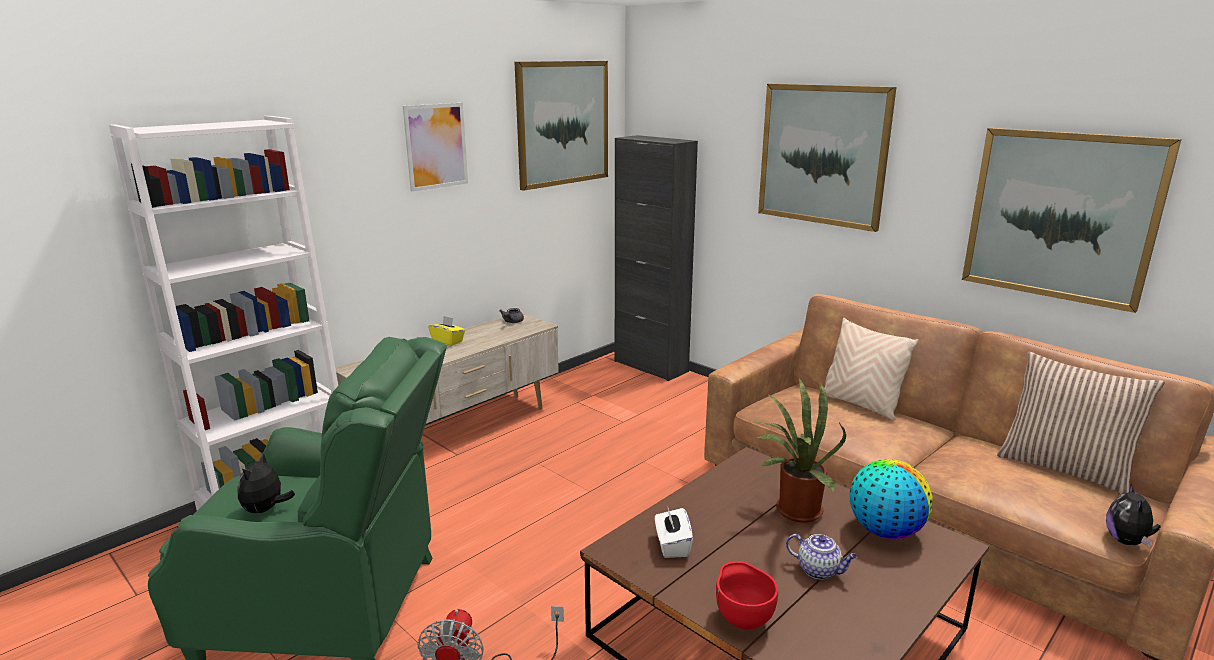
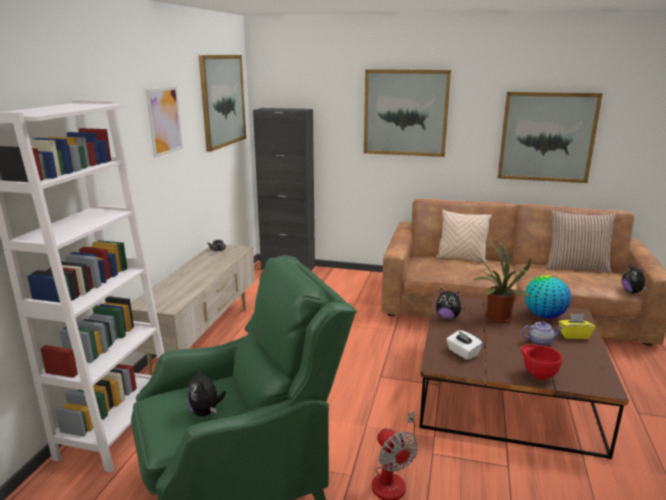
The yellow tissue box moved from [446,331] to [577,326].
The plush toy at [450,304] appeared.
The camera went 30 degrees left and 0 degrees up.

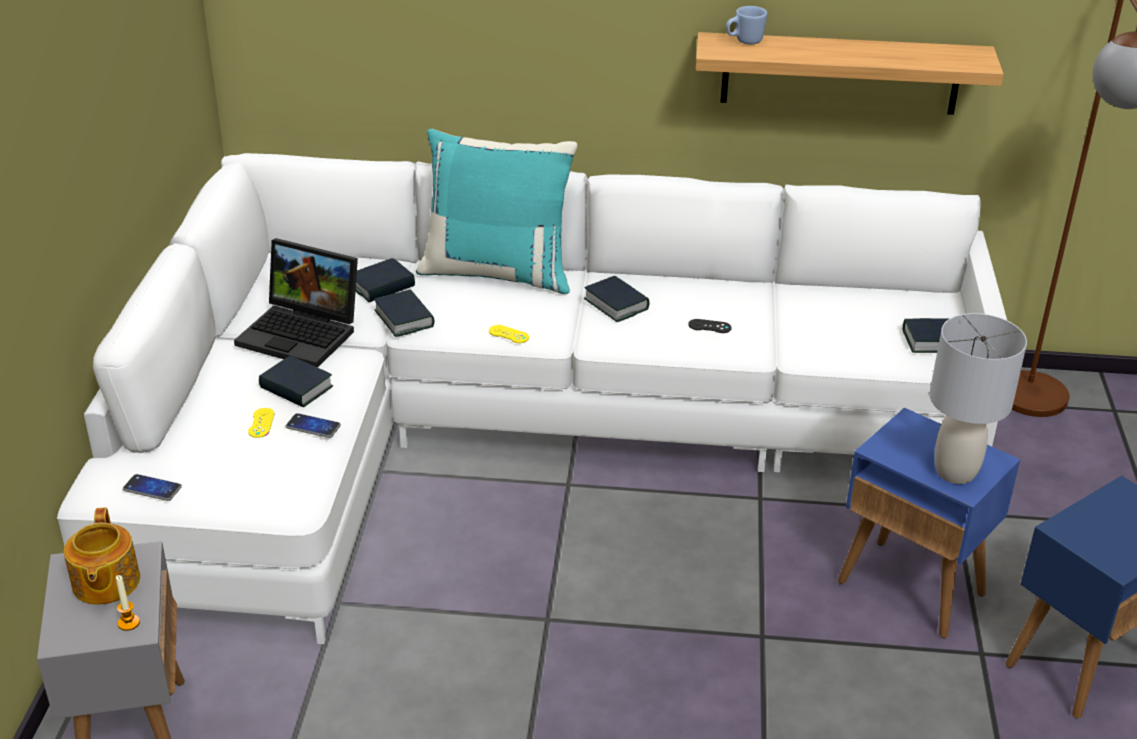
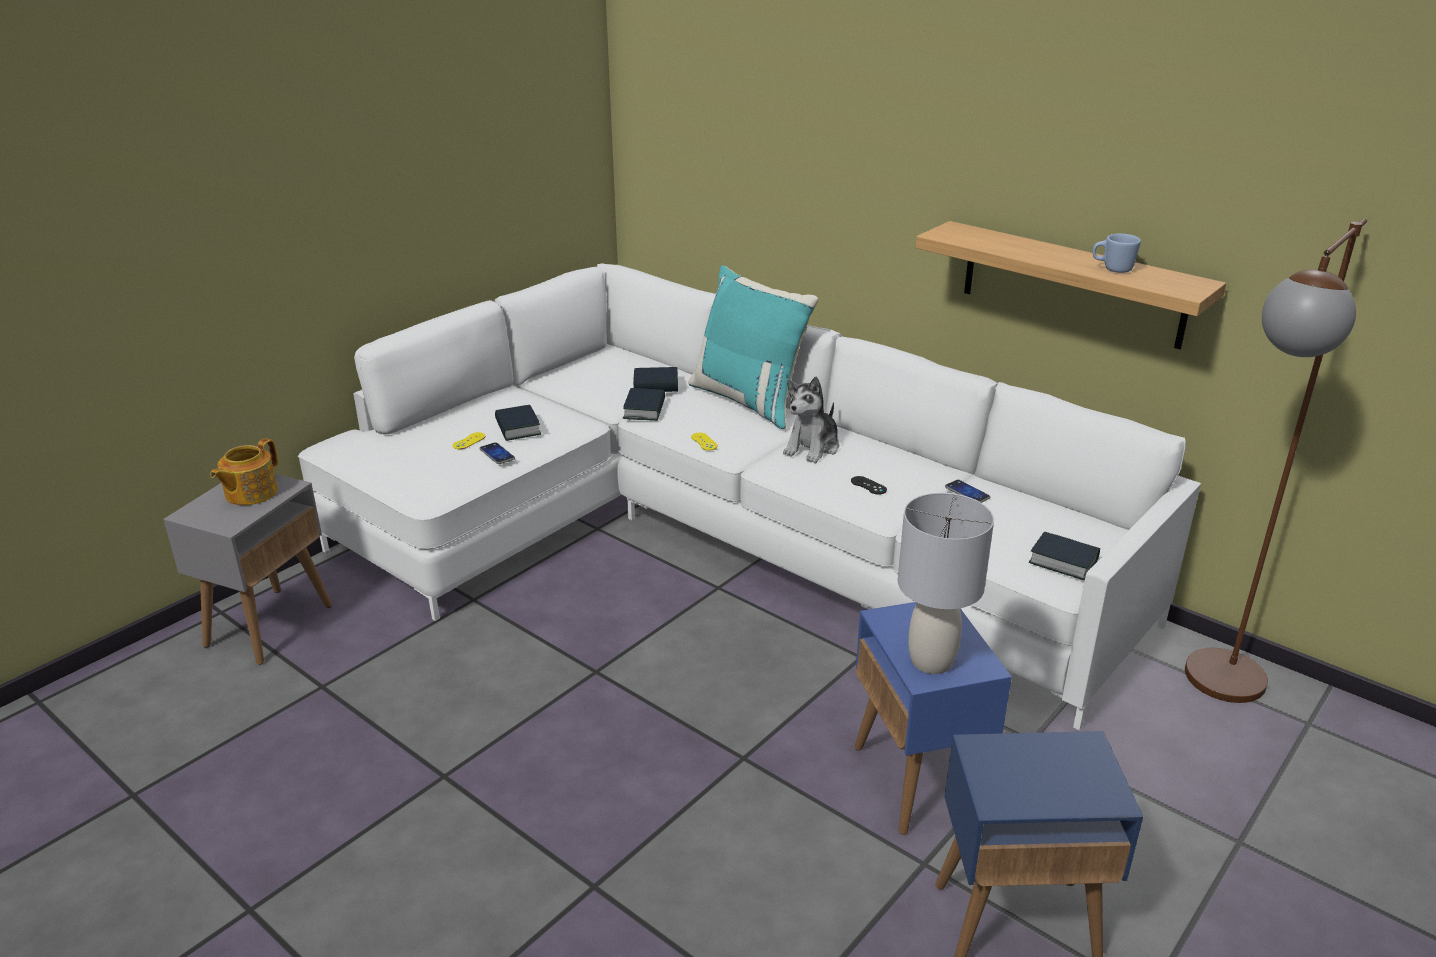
The blue mug moved from [746,25] to [1117,253].
The laptop at [296,302] disappeared.
The book at [616,299] was replaced by the plush toy at [811,419].
The phone moved from [152,487] to [968,491].
The candle at [128,603] disappeared.
The camera went 35 degrees right and 5 degrees down.

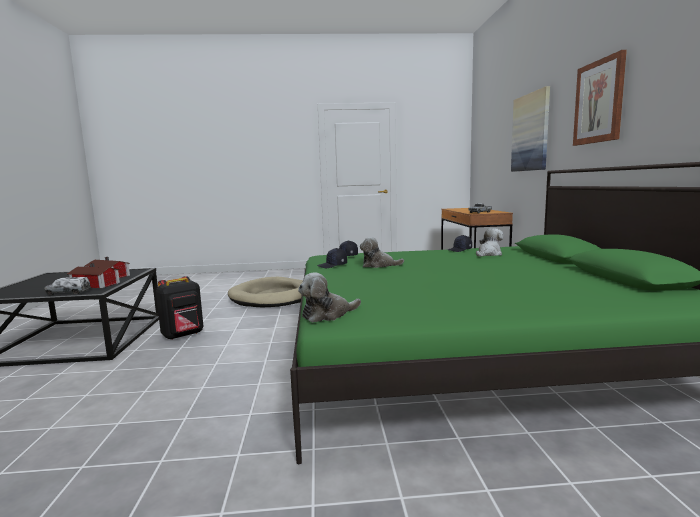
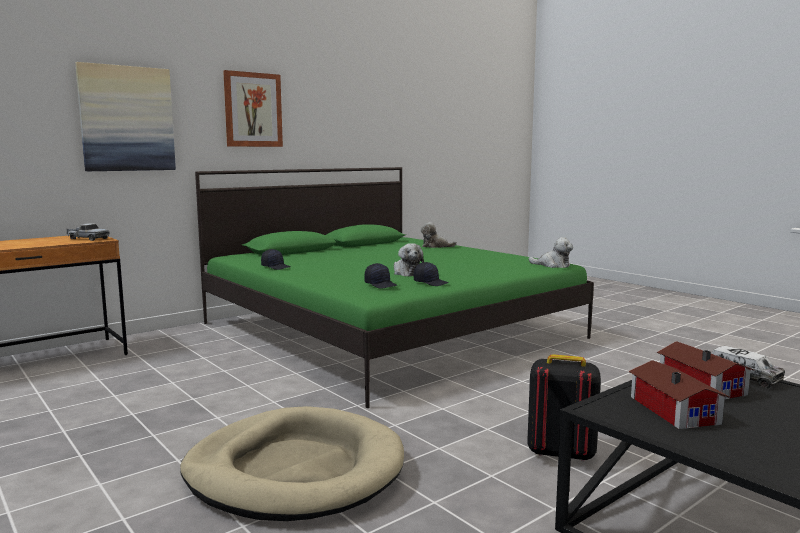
The plush toy moved from [489,242] to [439,235].
The camera went 125 degrees left and 0 degrees up.

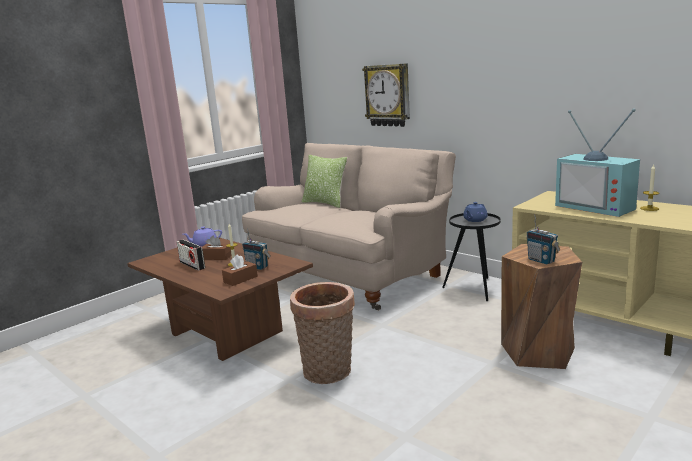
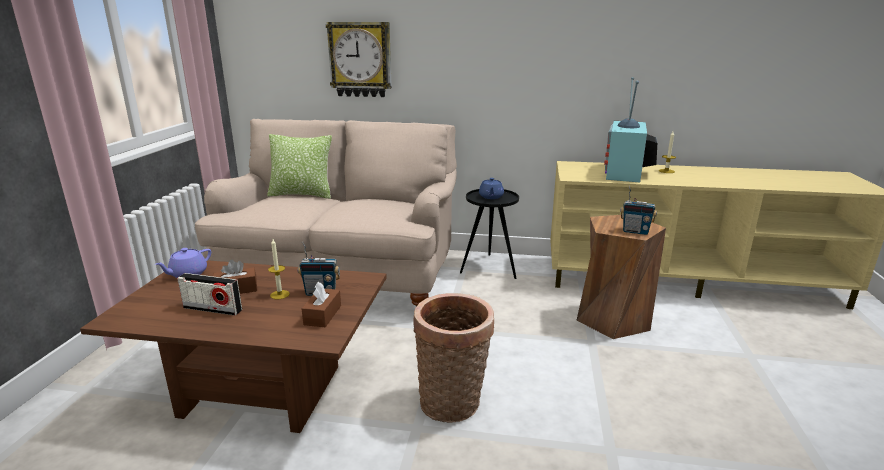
The television at [597,163] turned 90 degrees clockwise.
The camera went 35 degrees left and 5 degrees up.

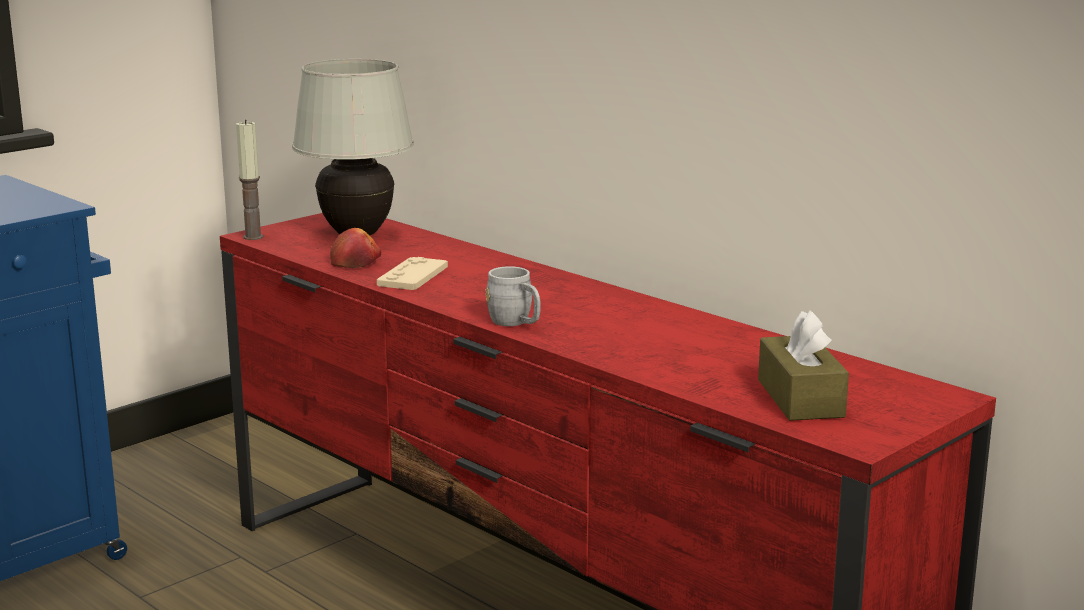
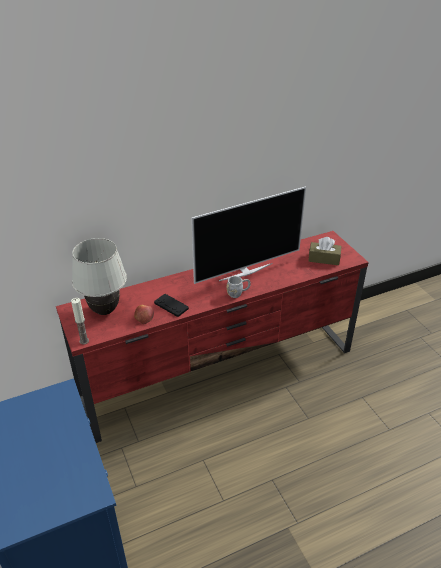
The beige game controller at [412,273] became the black game controller at [171,305].
The television at [248,235] appeared.
The camera went 70 degrees left and 20 degrees up.

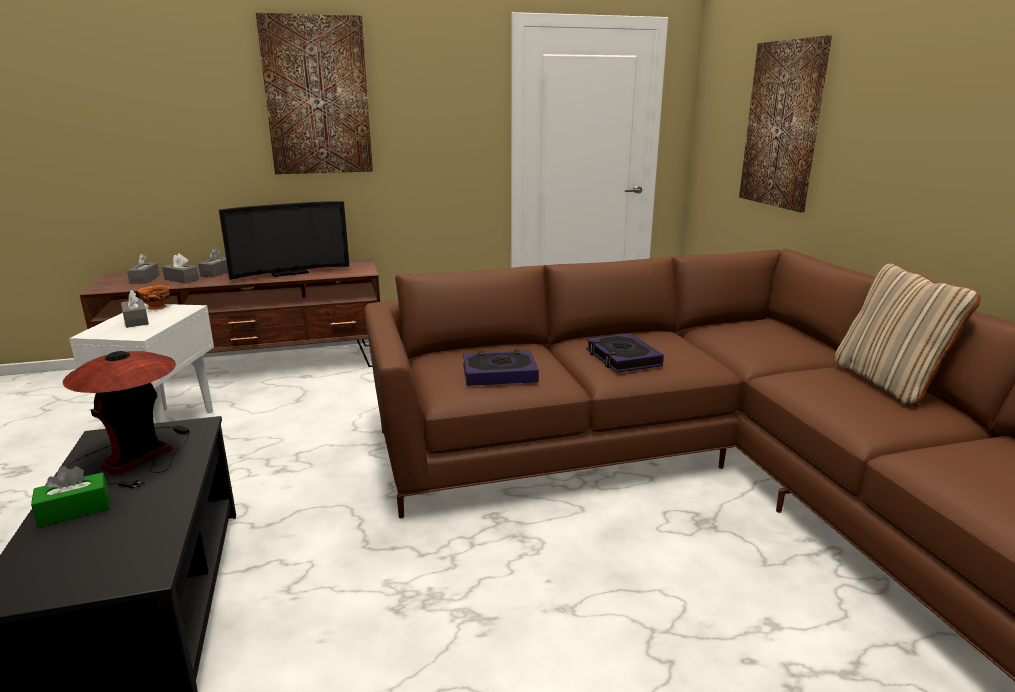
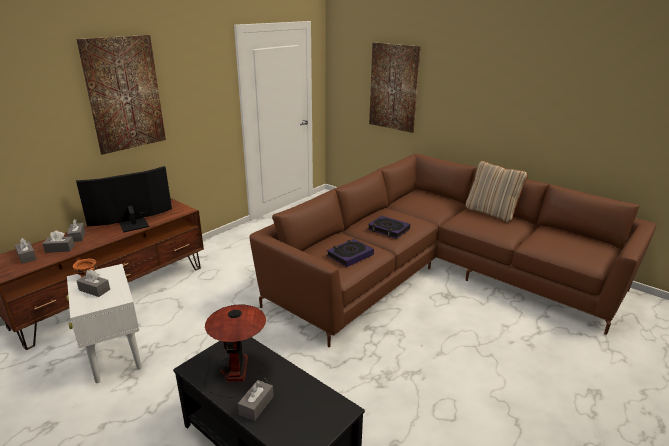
The television at [284,240] turned 150 degrees counterclockwise.
The green tissue box at [70,496] became the grey tissue box at [256,400].
The camera went 35 degrees left and 5 degrees up.

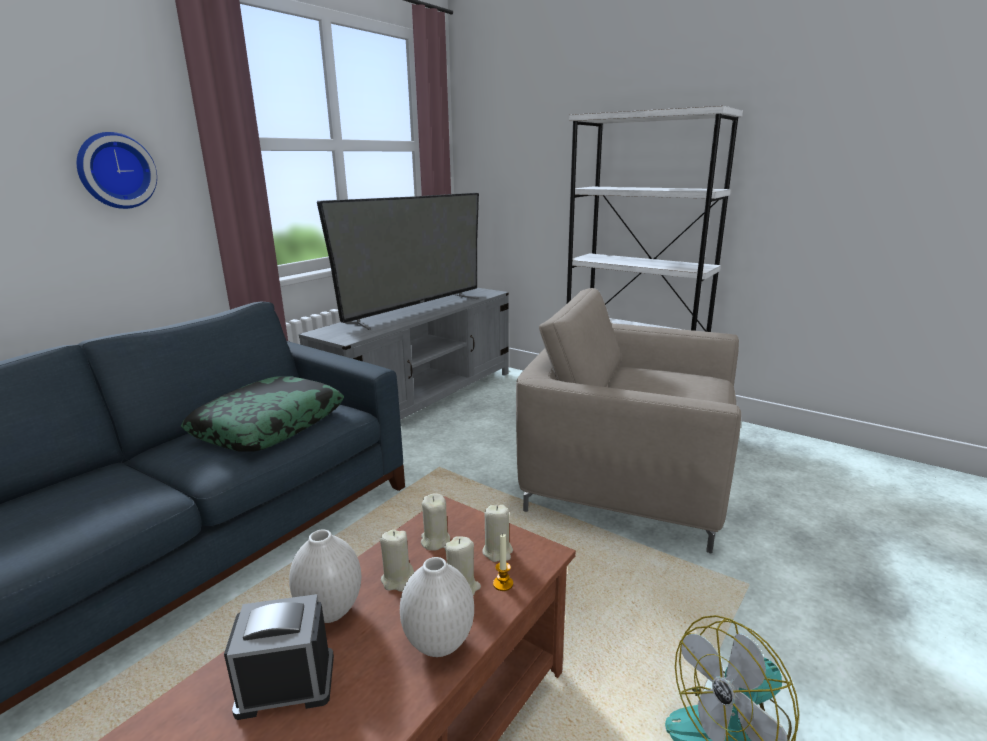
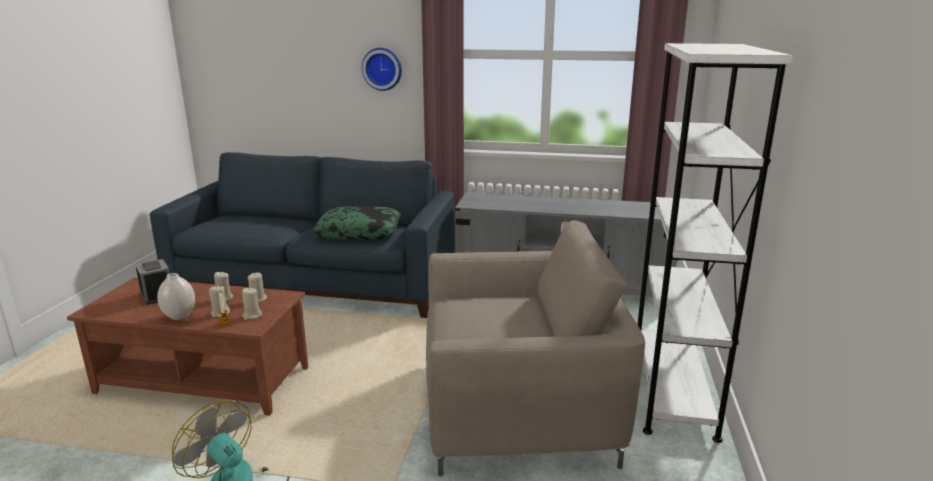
The television at [398,261] disappeared.
The beige armchair at [628,420] turned 90 degrees clockwise.
The white vase at [325,576] disappeared.
The camera went 65 degrees right and 0 degrees up.

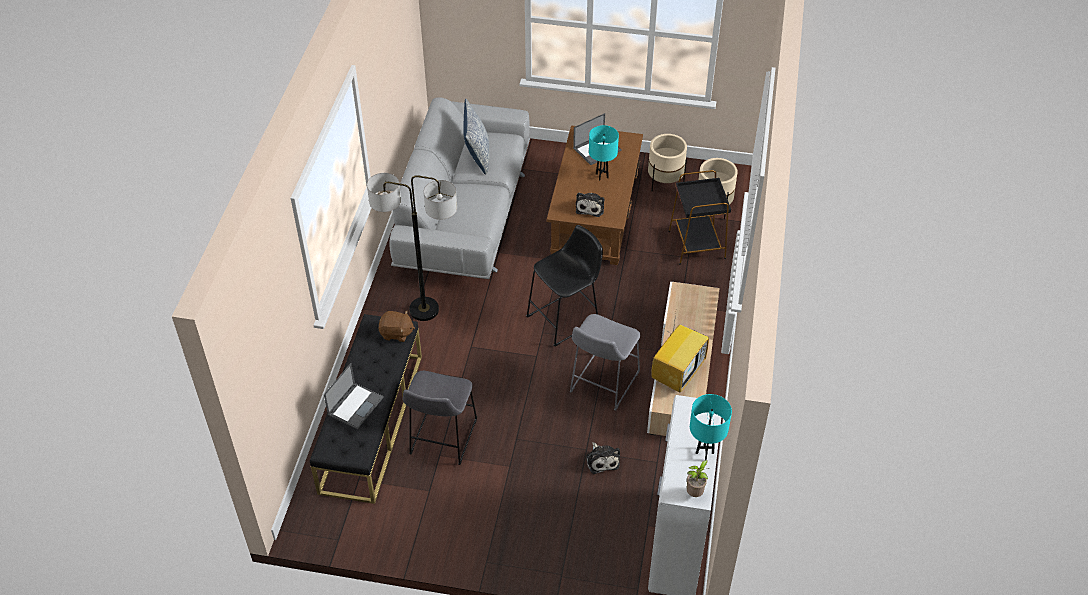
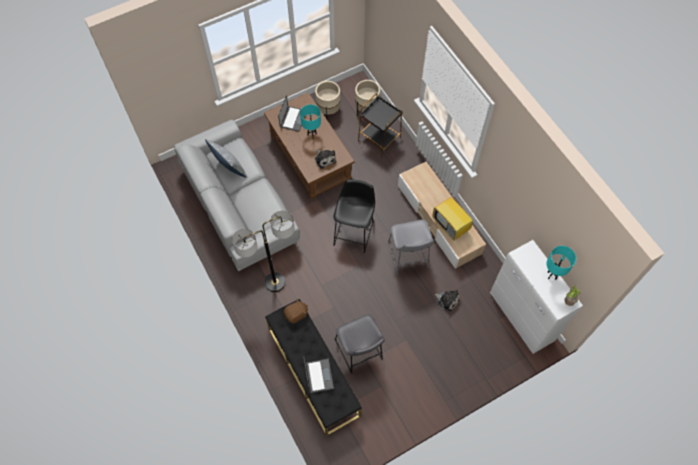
The television at [680,353] turned 150 degrees clockwise.
The camera went 40 degrees left and 15 degrees up.

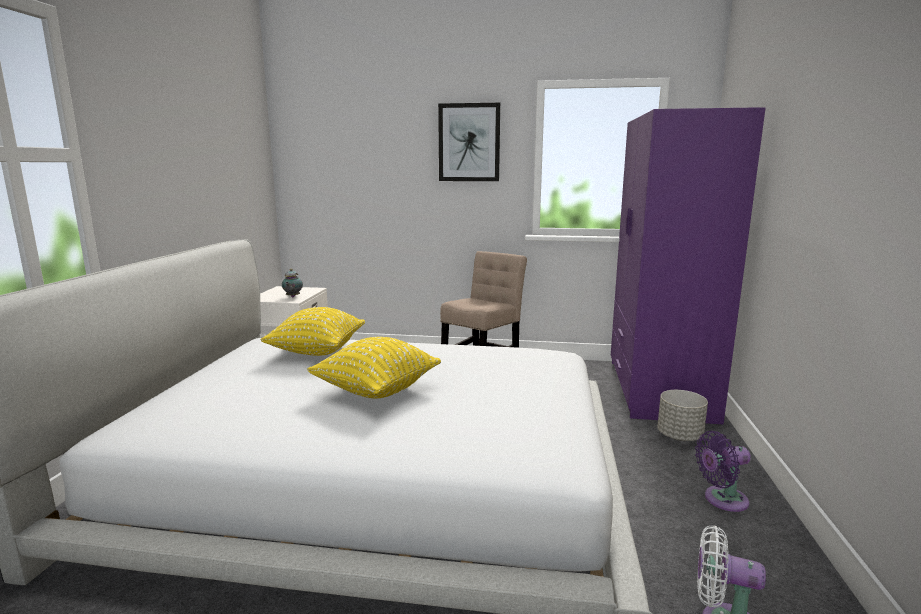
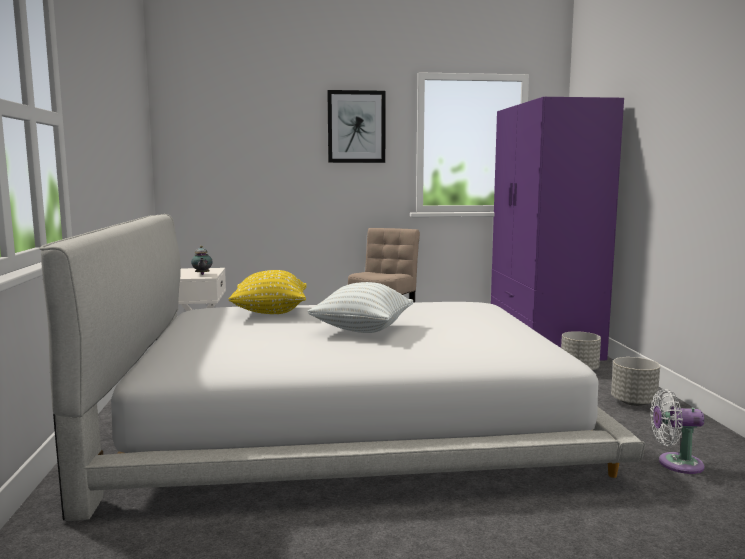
The yellow pillow at [374,367] became the white pillow at [360,307].
The purple fan at [723,471] was replaced by the grey planter at [635,381].
The camera went 15 degrees left and 5 degrees down.

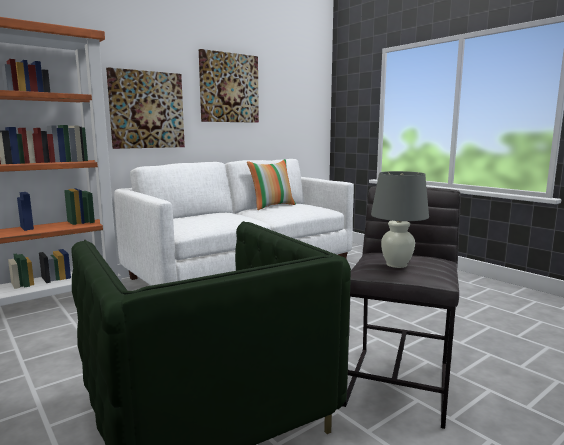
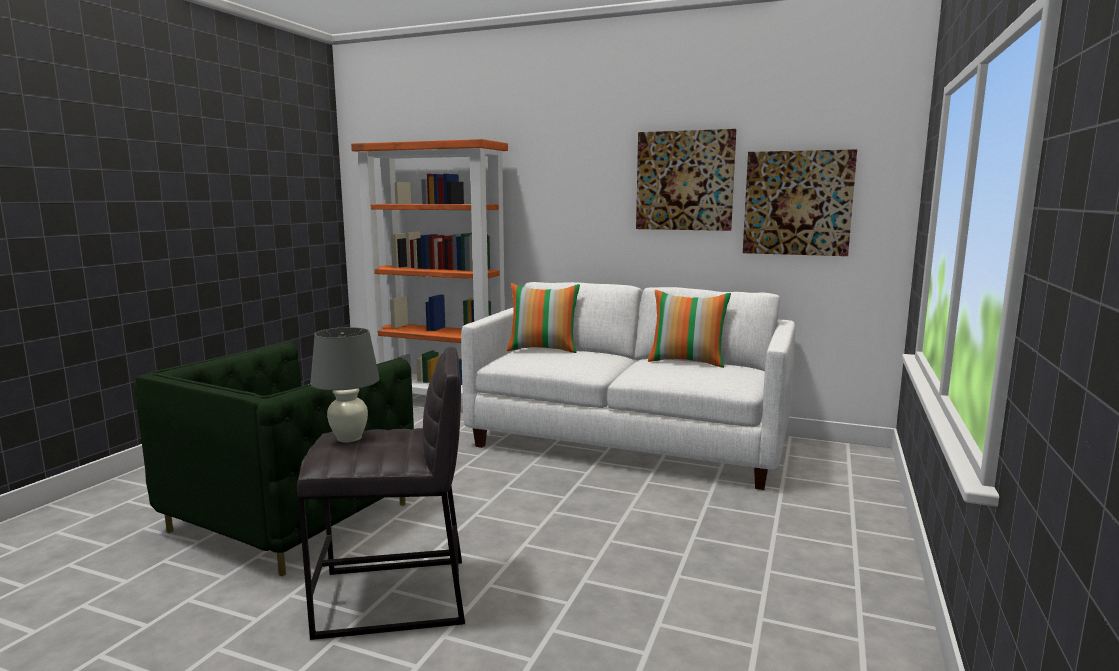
The picture moved from [145,108] to [800,202].
The pillow at [543,318] appeared.
The camera went 60 degrees right and 0 degrees up.

